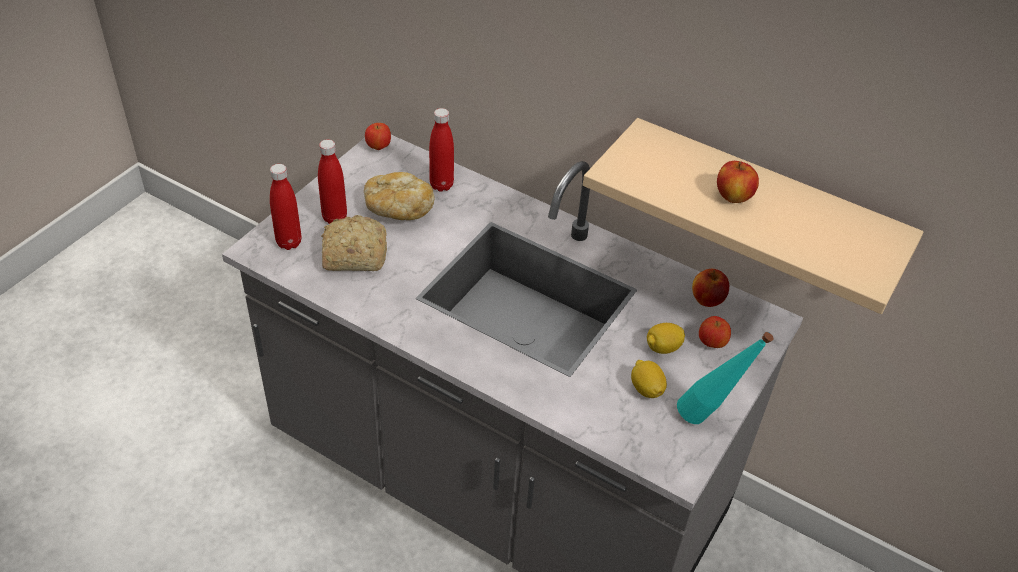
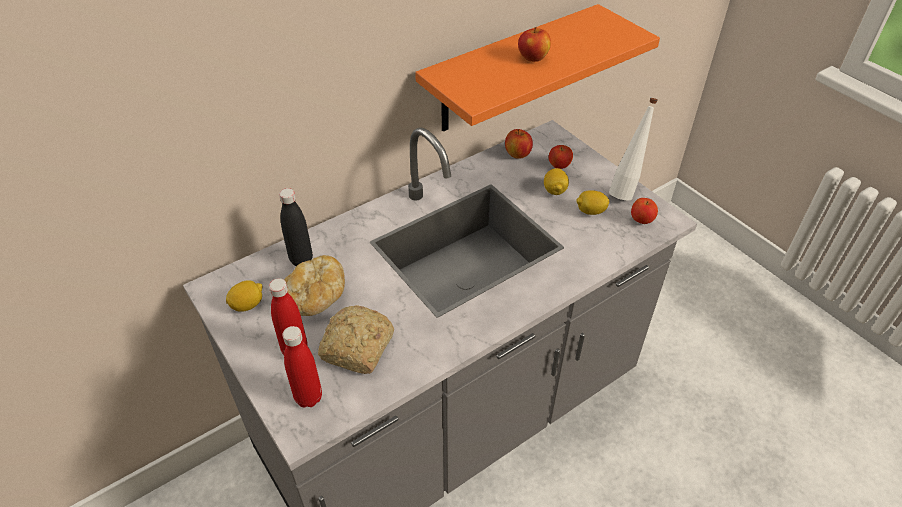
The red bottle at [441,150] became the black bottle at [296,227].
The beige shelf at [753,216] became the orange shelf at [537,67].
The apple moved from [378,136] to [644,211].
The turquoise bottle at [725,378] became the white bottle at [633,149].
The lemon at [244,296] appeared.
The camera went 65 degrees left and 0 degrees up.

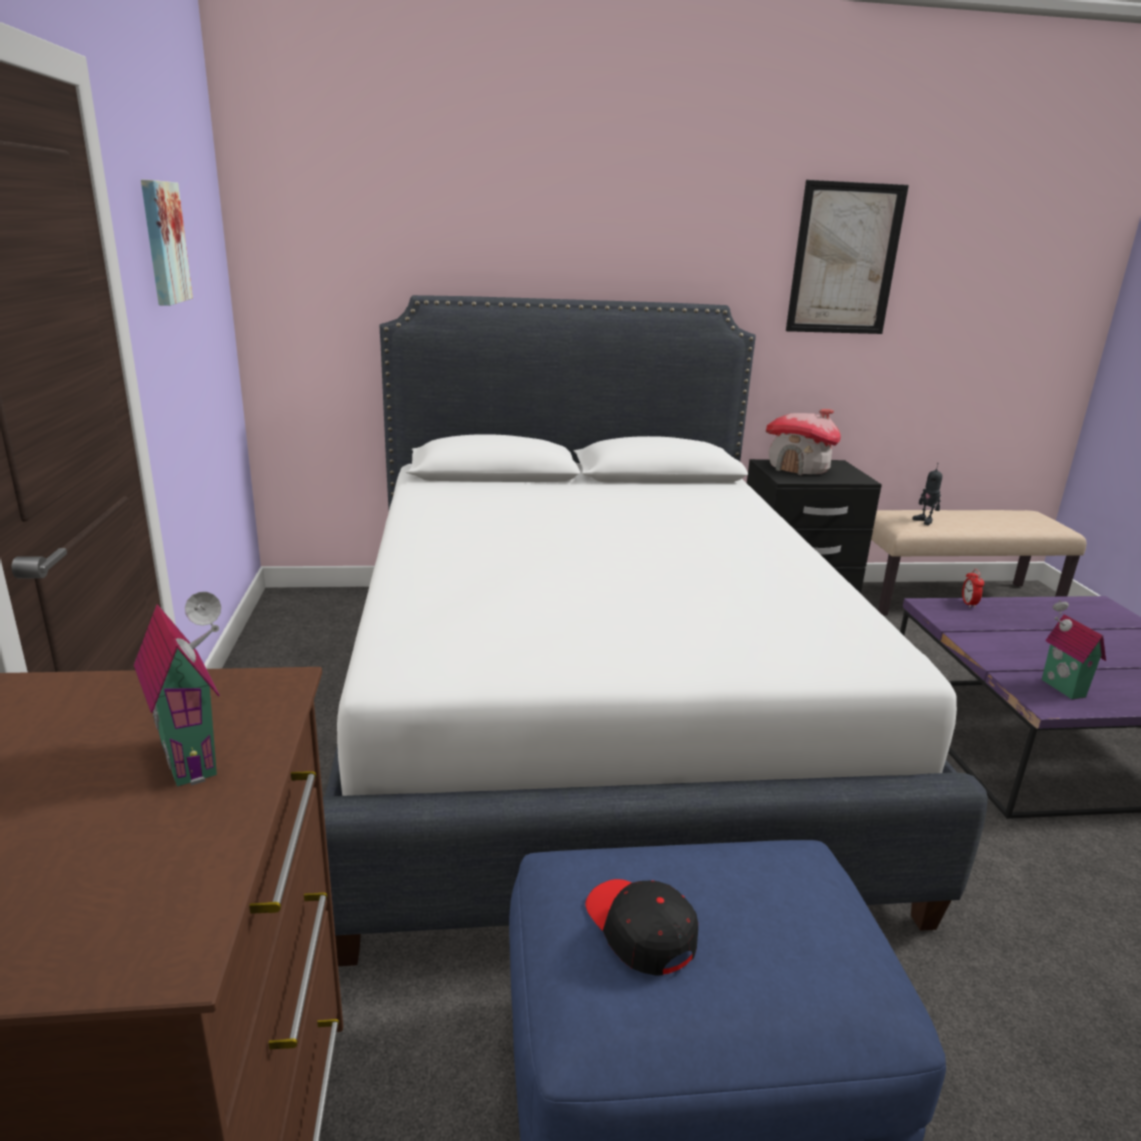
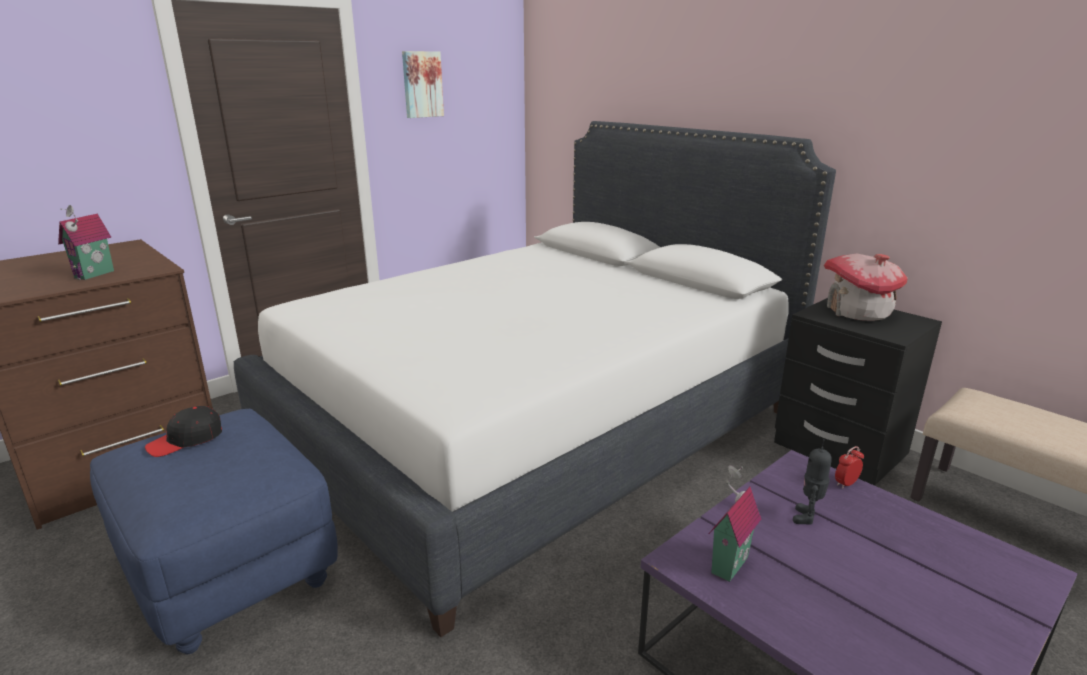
The picture at [847,257] disappeared.
The toy robot moved from [927,494] to [812,482].
The black cap at [641,927] turned 150 degrees counterclockwise.
The camera went 55 degrees right and 0 degrees up.

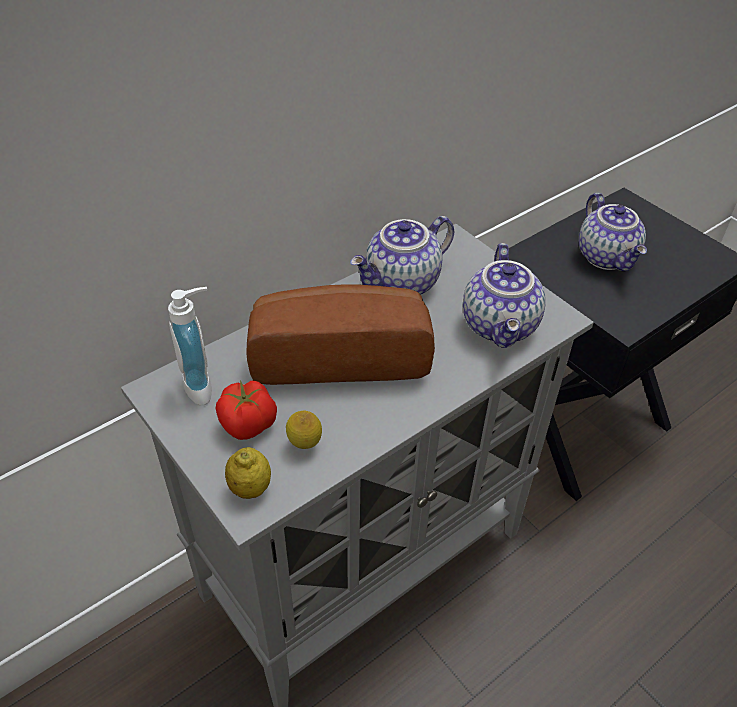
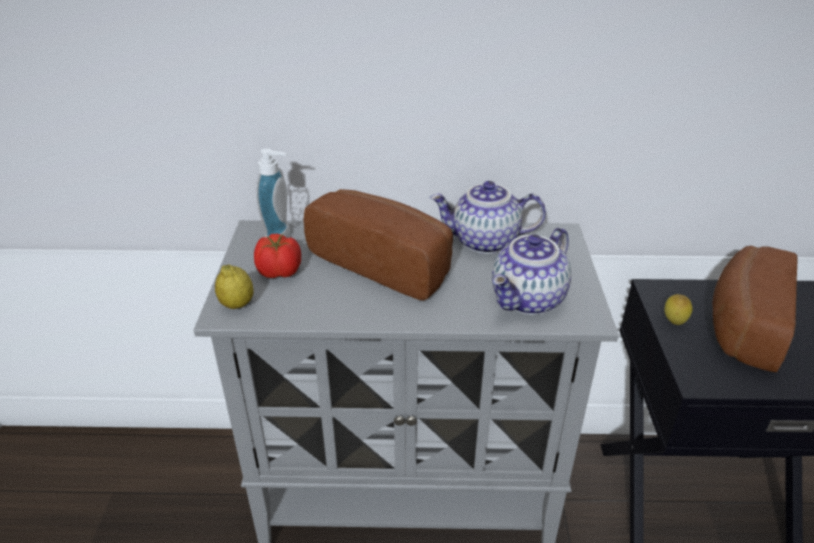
The teapot at [613,232] was replaced by the bread at [754,309].
The lemon moved from [304,430] to [678,309].
The camera went 40 degrees right and 10 degrees down.

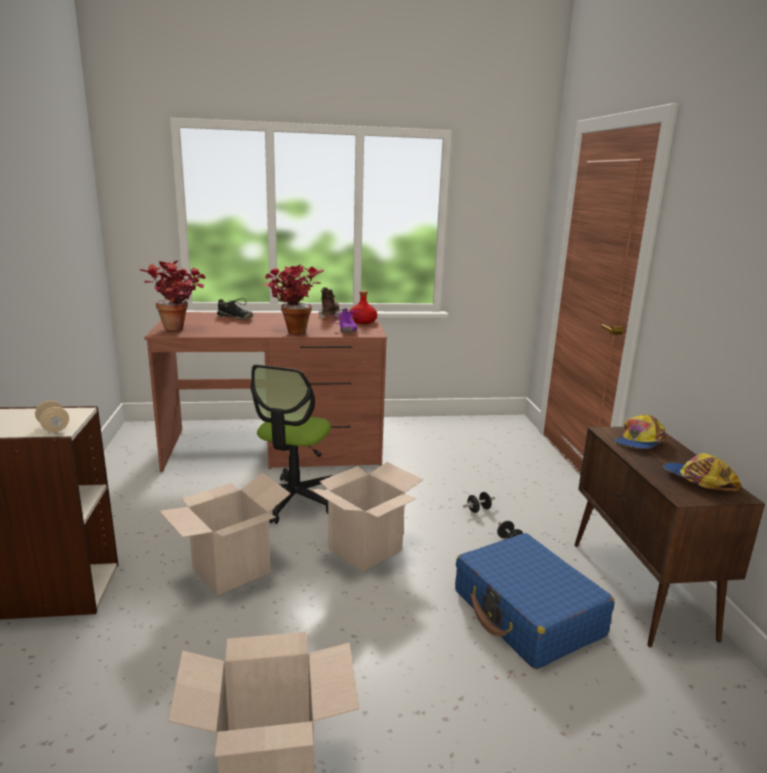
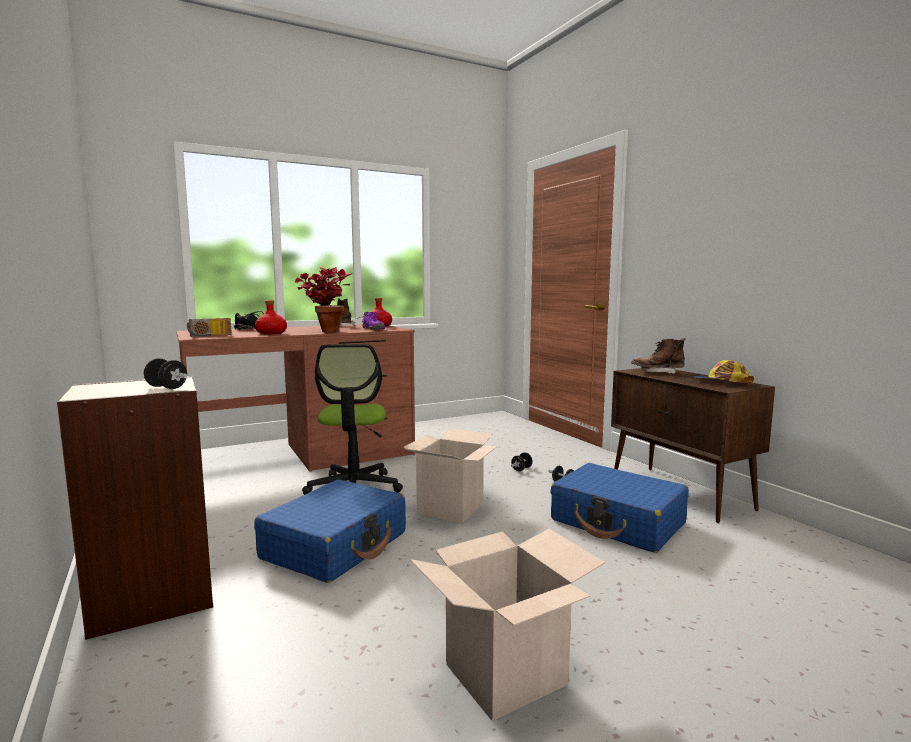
The potted plant at [172,295] was replaced by the radio at [209,327].
The beige dumbbell at [52,416] became the black dumbbell at [165,373].
The cap at [639,431] was replaced by the brown boot at [658,356].
The cardboard box at [225,534] was replaced by the blue suitcase at [330,531].
The red bottle at [271,317] appeared.
The camera went 20 degrees left and 10 degrees down.

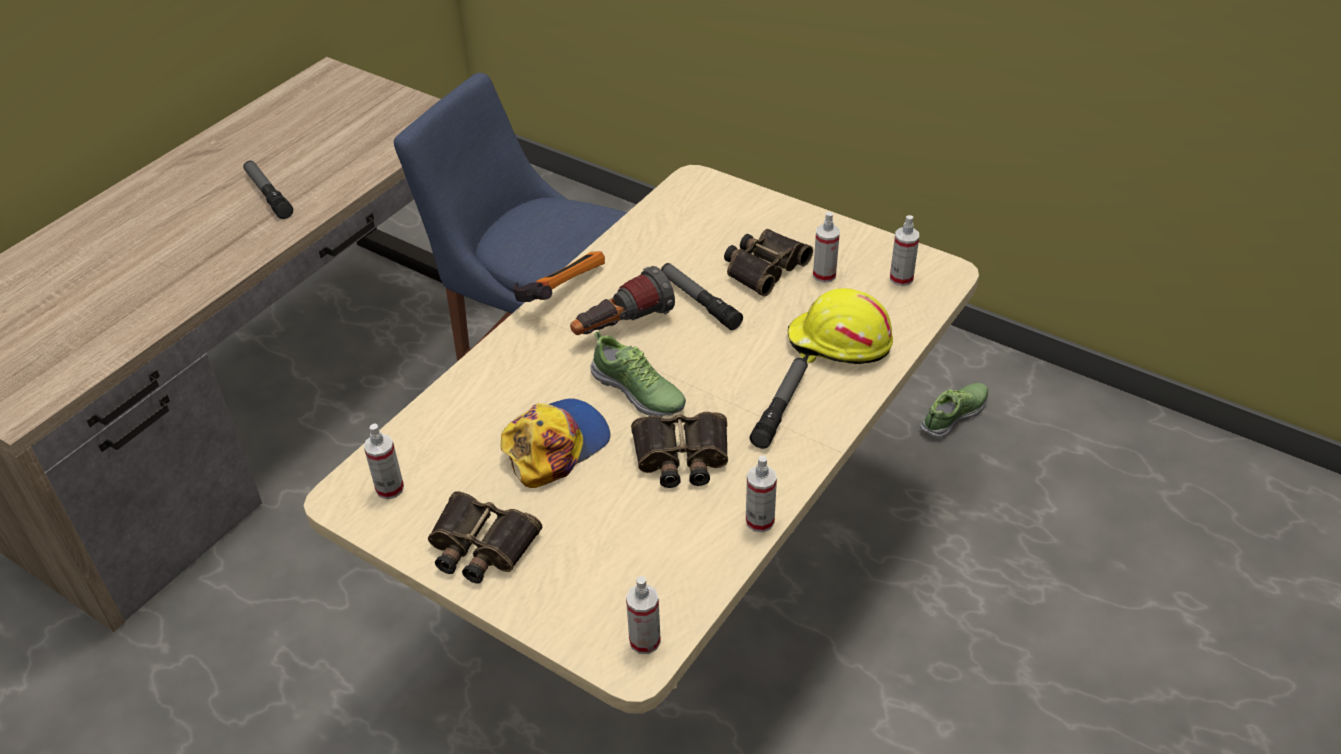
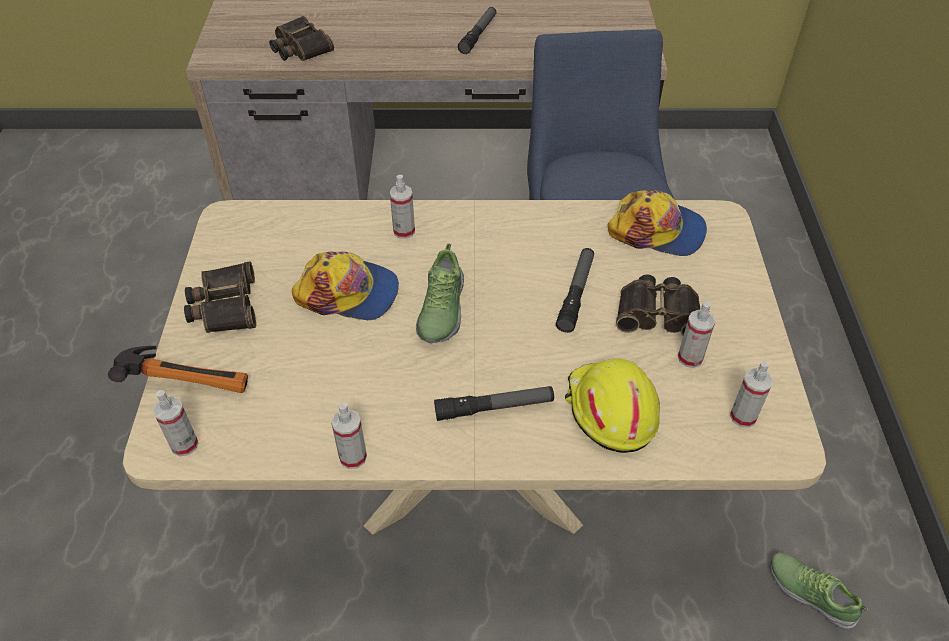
The hammer moved from [559,276] to [178,369].
The flashlight at [622,300] disappeared.
The shoe at [954,410] turned 150 degrees counterclockwise.
The binoculars moved from [679,450] to [301,38].
The spray bottle moved from [384,461] to [402,207].
The cap at [657,223] appeared.
The camera went 55 degrees right and 5 degrees up.

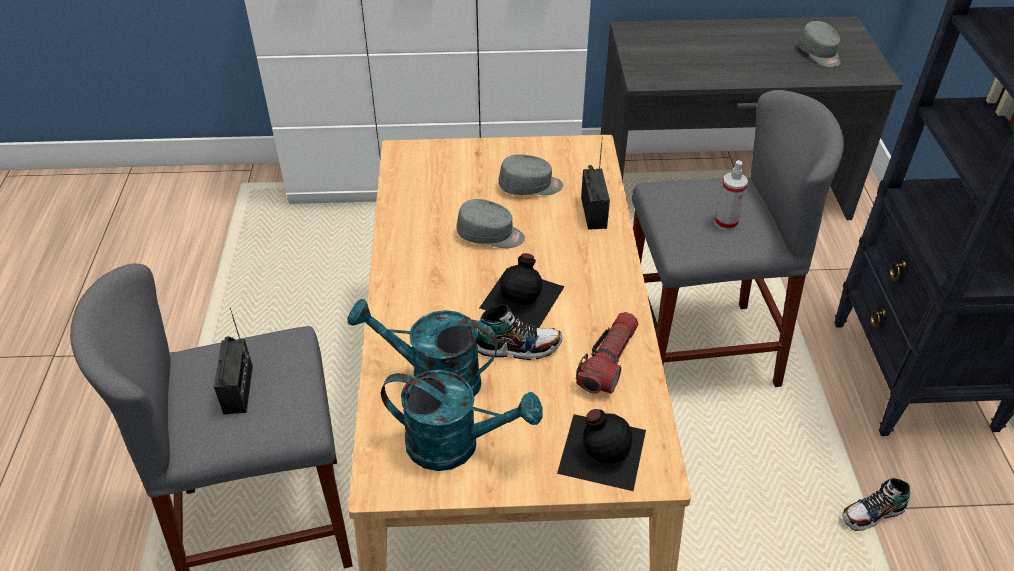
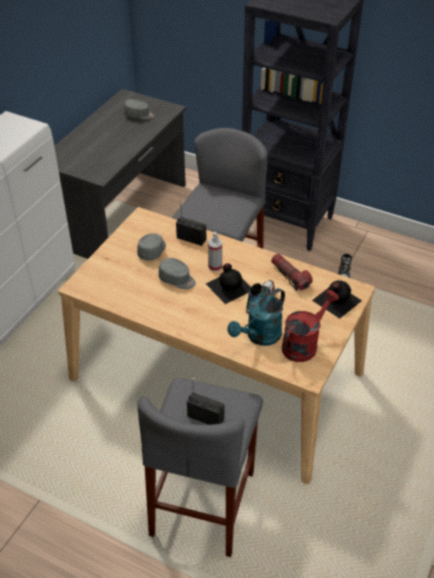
The spray bottle moved from [731,195] to [215,251].
The grey cap at [491,223] turned 75 degrees clockwise.
The turquoise watering can at [462,420] became the red watering can at [310,326].
The camera went 60 degrees left and 0 degrees up.

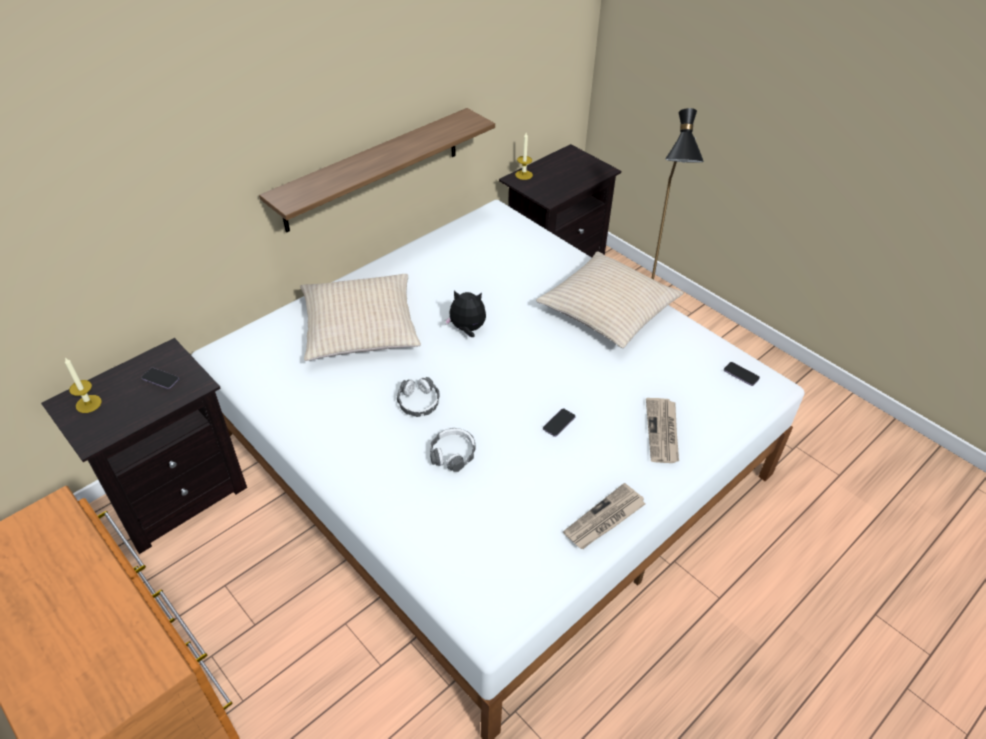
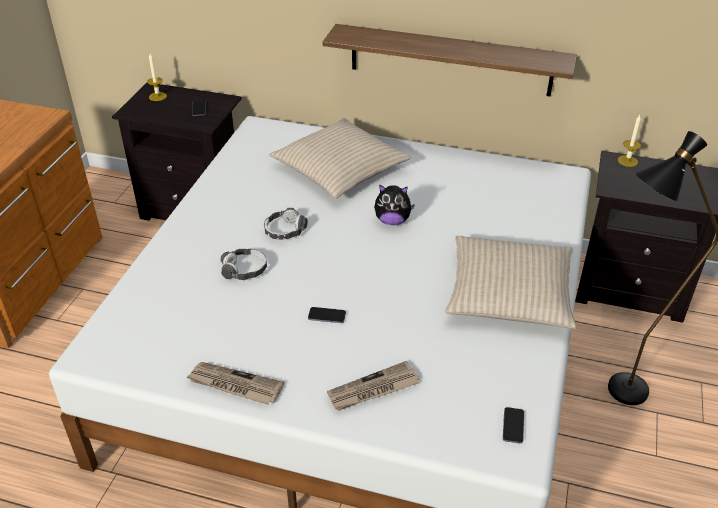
The plush toy at [465,313] turned 120 degrees clockwise.
The camera went 60 degrees right and 5 degrees down.

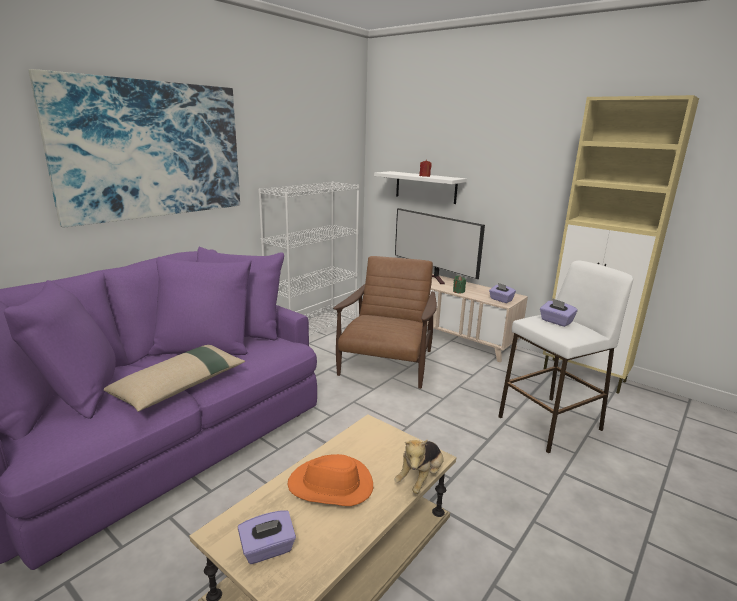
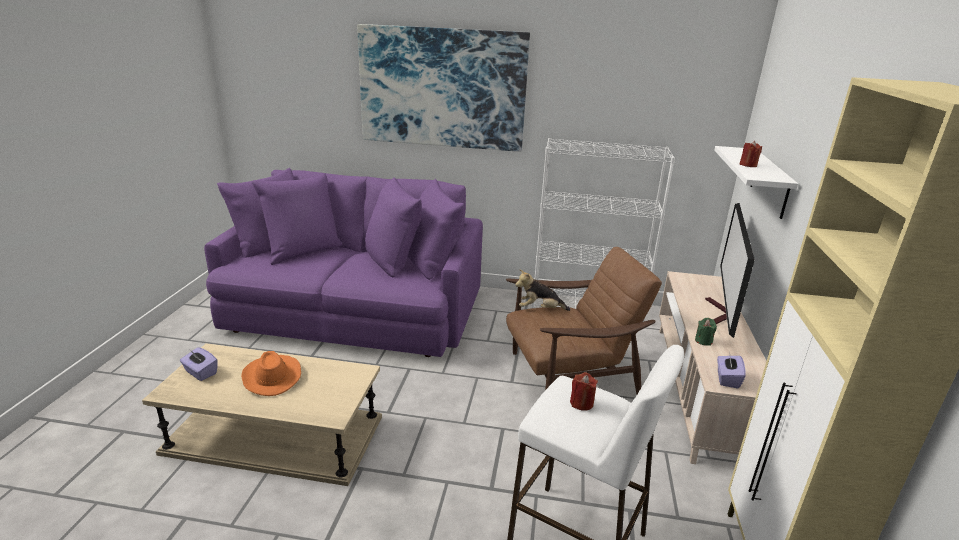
The purple tissue box at [559,312] was replaced by the red candle at [584,391].
The beige pillow at [174,378] disappeared.
The plush toy moved from [419,467] to [542,290].
The camera went 60 degrees right and 5 degrees up.

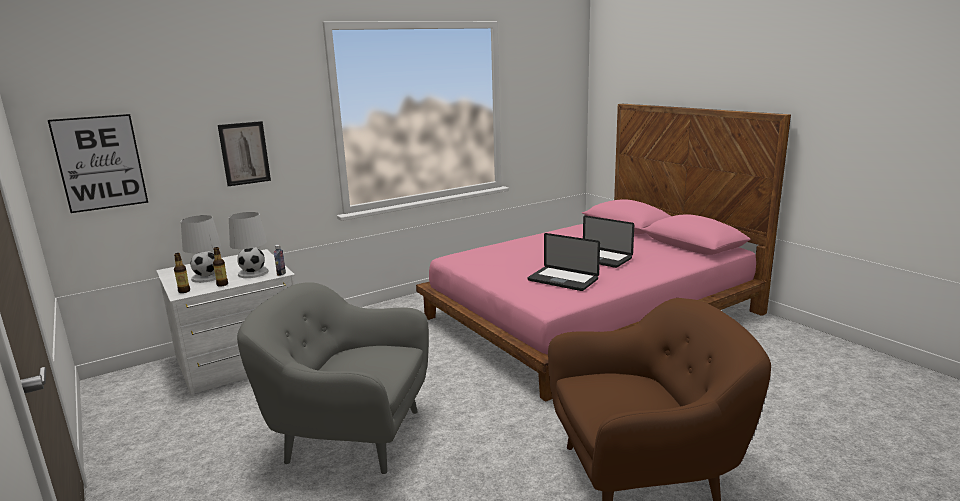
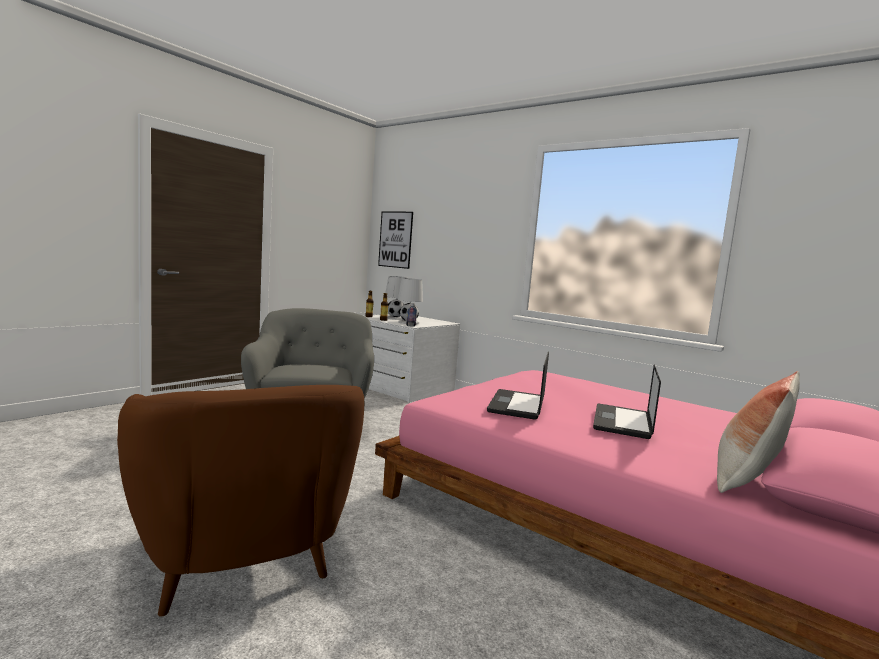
The picture at [244,153] disappeared.
The pillow at [758,432] appeared.
The camera went 70 degrees right and 10 degrees down.

